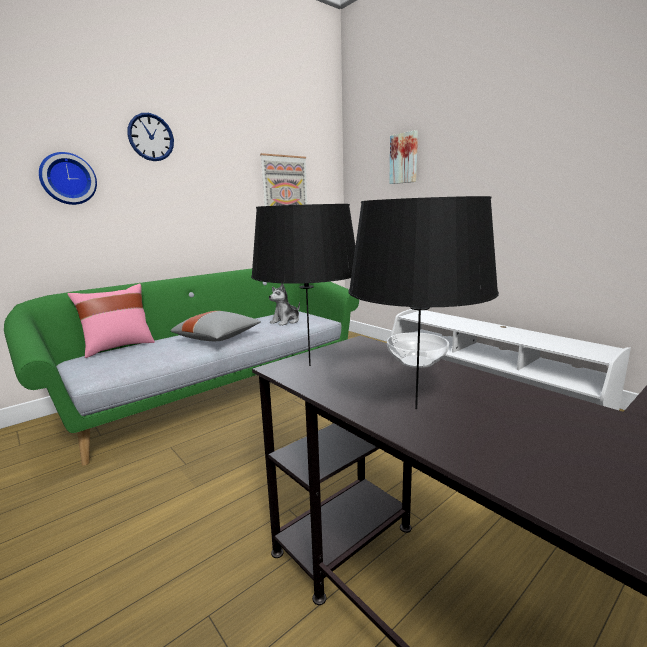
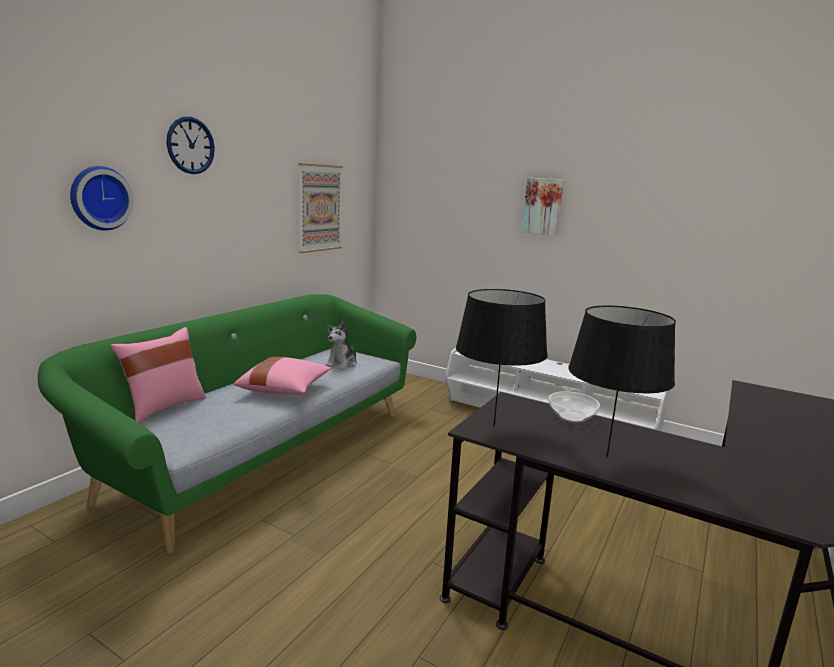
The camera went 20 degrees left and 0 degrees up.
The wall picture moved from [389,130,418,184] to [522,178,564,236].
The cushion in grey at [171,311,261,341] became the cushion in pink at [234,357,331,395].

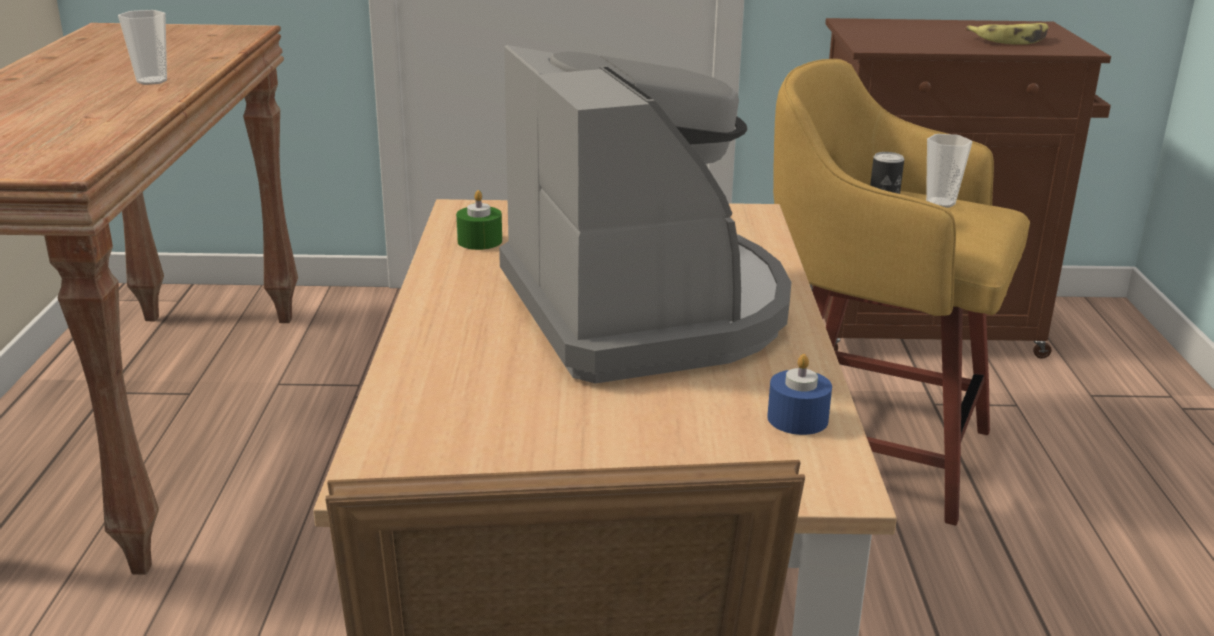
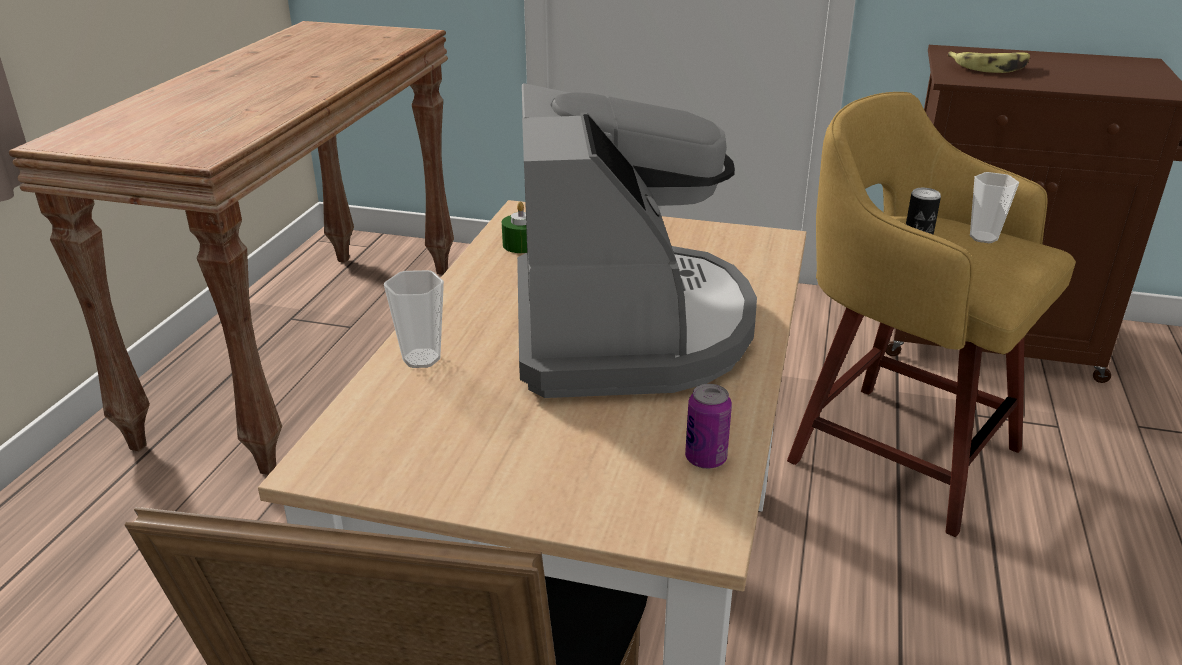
The camera went 15 degrees right and 5 degrees up.
The small cup moved from [118,10,167,85] to [384,270,444,368].
The banana fruit moved from [966,23,1048,44] to [947,51,1030,73].
The wax light in bluish at [767,354,832,435] was replaced by the sealed can at [685,384,732,469].

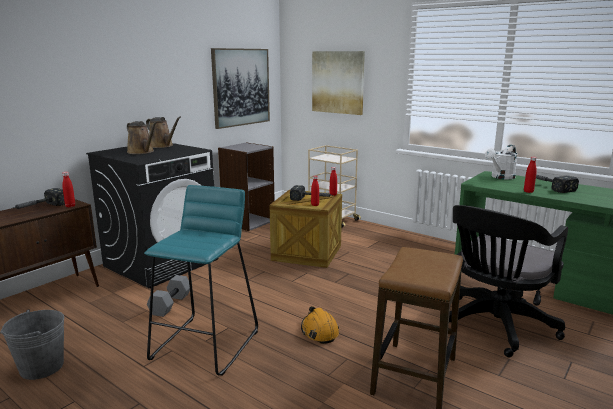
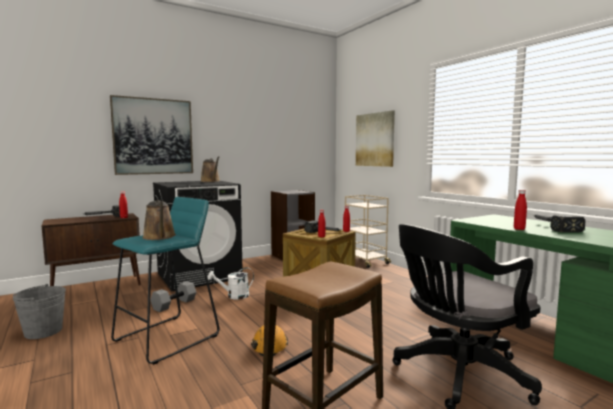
The camera went 20 degrees right and 10 degrees down.
The watering can in brownish moved from [127,121,157,154] to [142,201,176,240].
The wall picture moved from [211,48,270,129] to [110,95,193,175].
The watering can in white moved from [485,145,518,179] to [207,268,254,299].

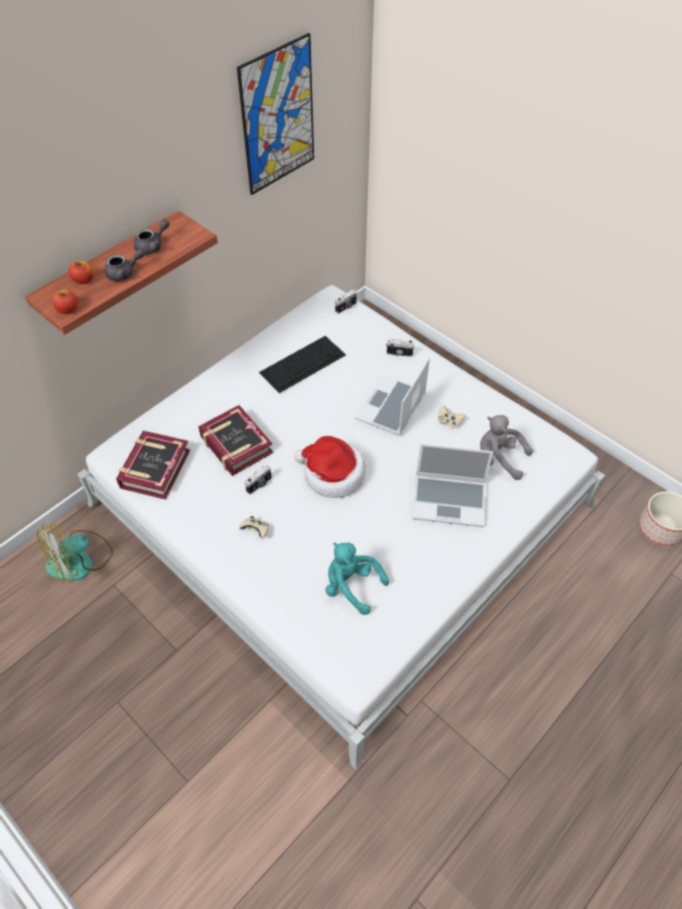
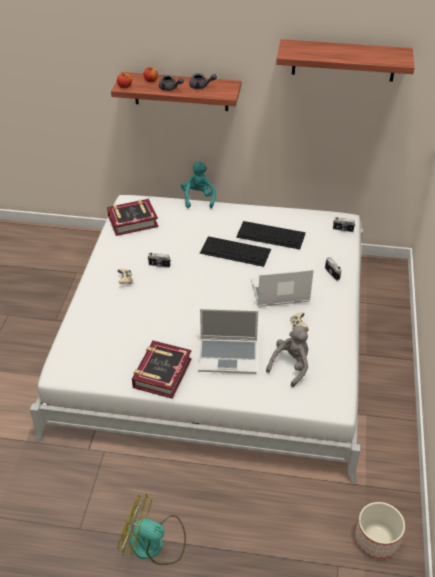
The camera went 55 degrees right and 10 degrees down.
The clothing hat at [294,436,366,498] disappeared.
The keyboard at [200,236,271,267] appeared.
The electric fan moved from [37,523,113,583] to [117,493,186,565].
The bound book moved from [198,405,273,476] to [132,341,192,399].
The soft toy in blue-green moved from [326,543,389,615] to [181,162,216,209].
The wall picture at [237,33,314,195] was replaced by the wall shelf at [276,39,415,82].
The laptop at [412,444,493,527] turned 60 degrees counterclockwise.
The soft toy in grey at [480,415,533,480] turned 45 degrees clockwise.

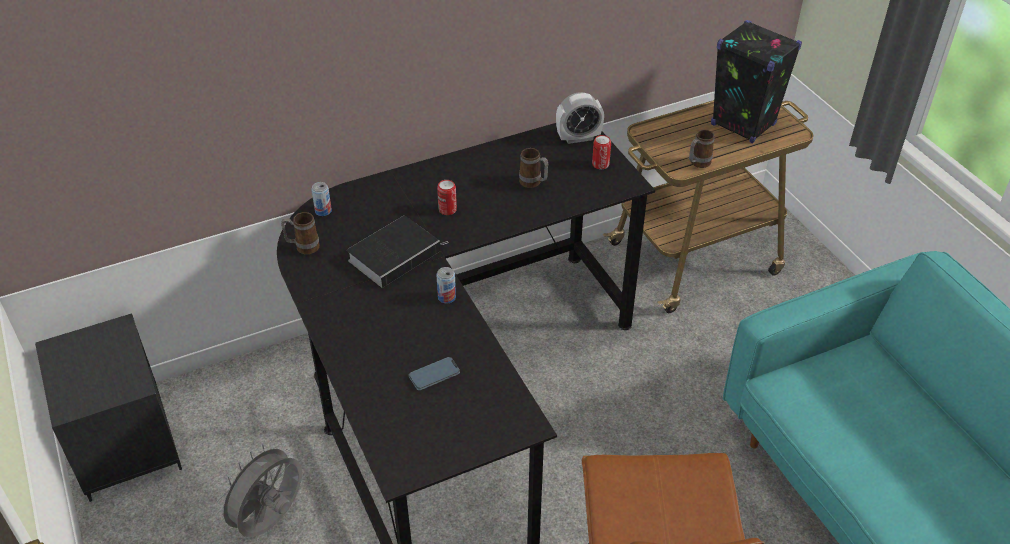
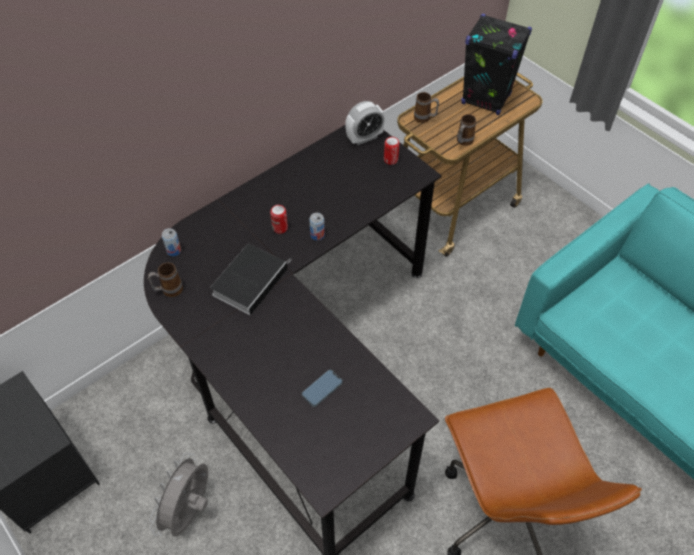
The camera went 15 degrees left and 10 degrees up.
The sealed can moved from [436,267,456,304] to [309,213,325,241].
The coffee mug moved from [519,148,548,188] to [414,92,439,123].

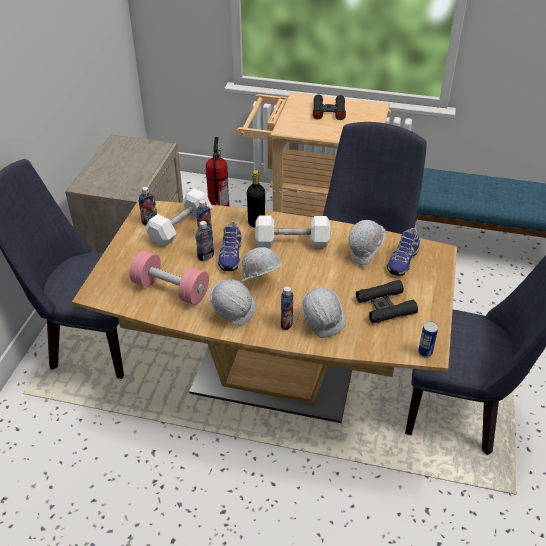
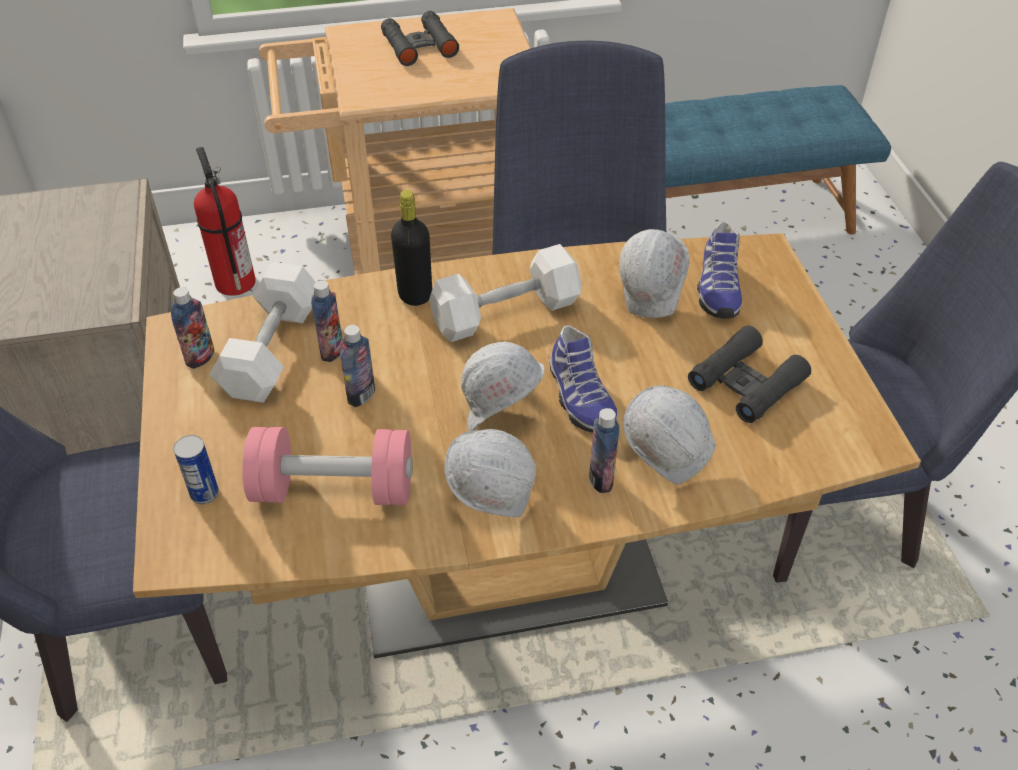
The camera went 25 degrees left and 5 degrees up.
The shoe moved from [218,221,241,271] to [550,325,617,433].
The sealed can moved from [418,321,438,358] to [174,435,219,504].

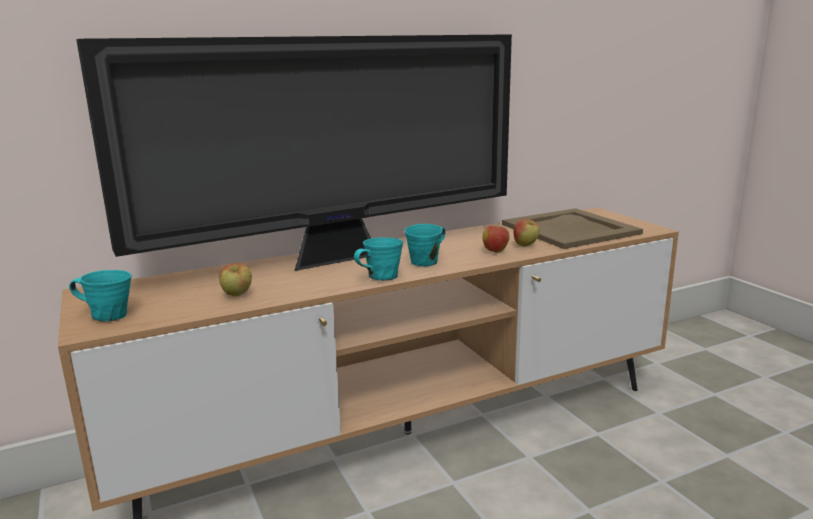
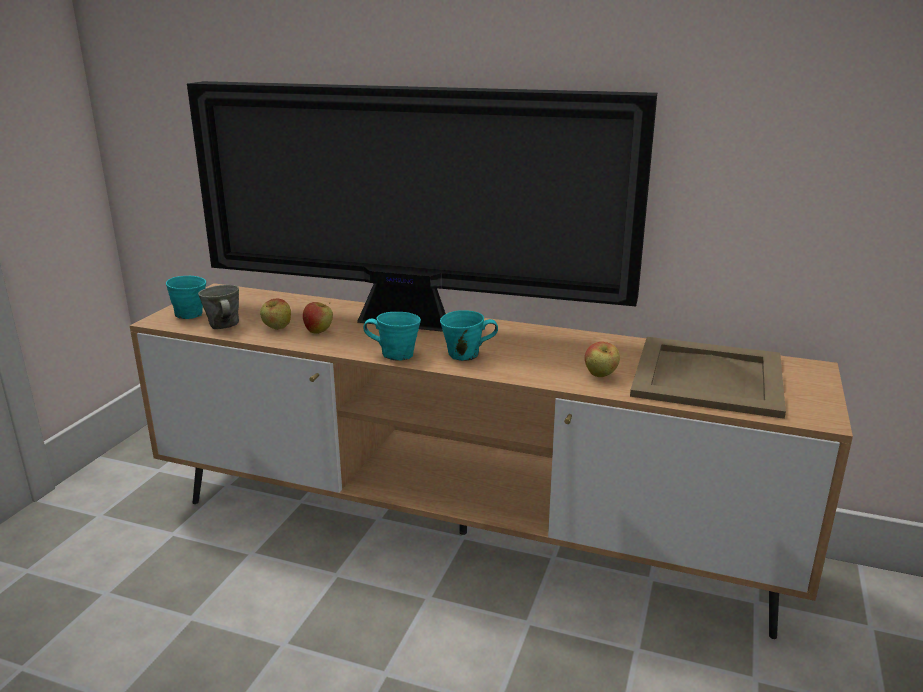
The camera went 45 degrees right and 5 degrees up.
The coffee mug in grey at [198,285,239,329] appeared.
The whole apple moved from [482,223,510,253] to [303,302,333,334].

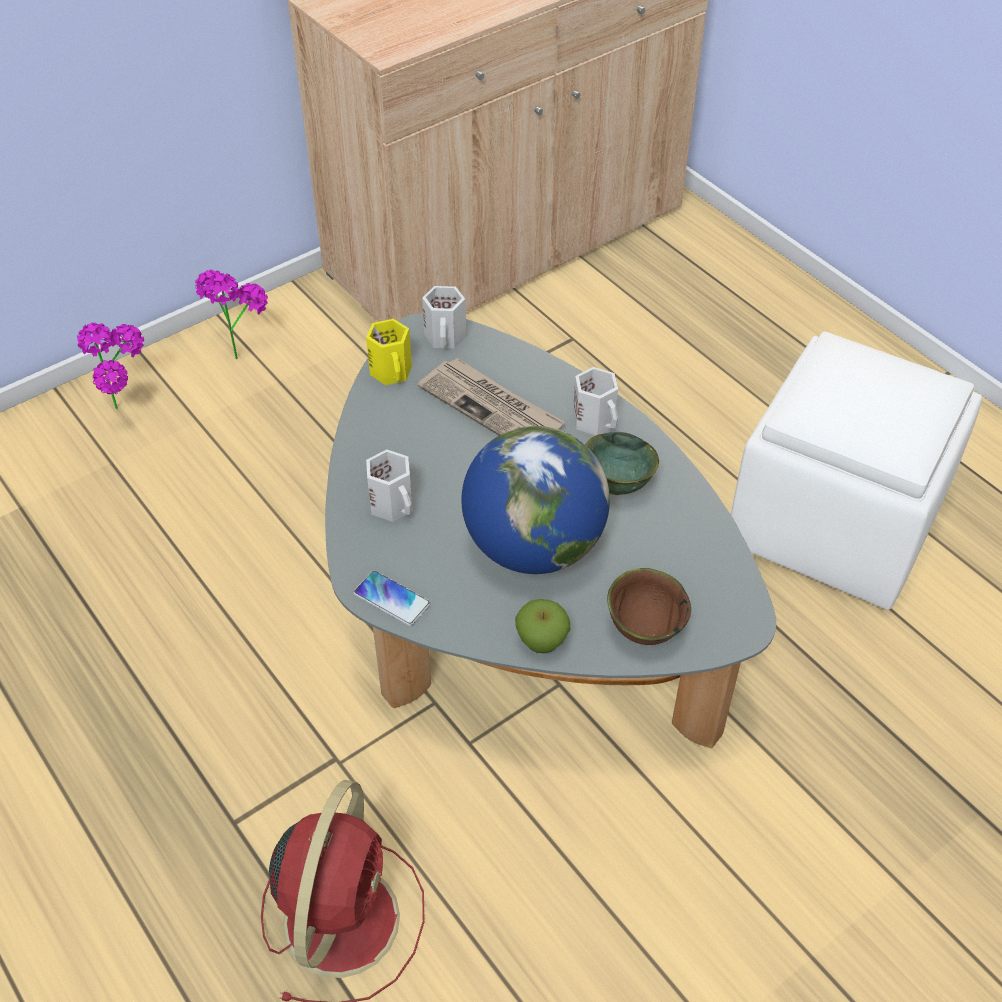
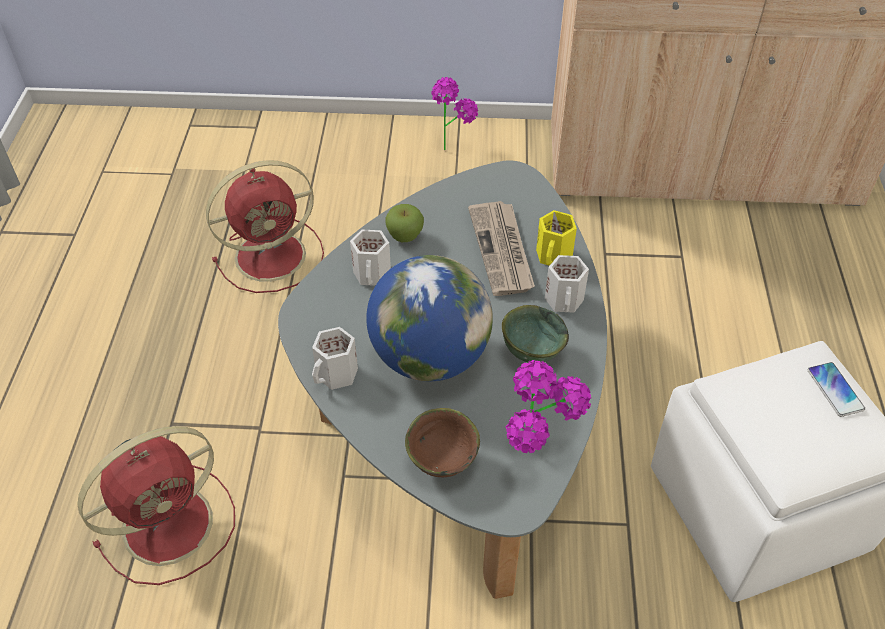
The camera went 40 degrees right and 0 degrees up.
The electric fan in red at [206,160,324,293] appeared.
The houseplant moved from [77,323,144,409] to [505,360,591,453].
The handset moved from [354,571,430,626] to [808,362,865,417].
The coffee mug in yellowish moved from [366,319,412,385] to [536,210,577,266].
The coffee mug in white moved from [422,286,466,349] to [312,327,358,390].
The whole apple moved from [515,599,570,654] to [385,204,424,242].

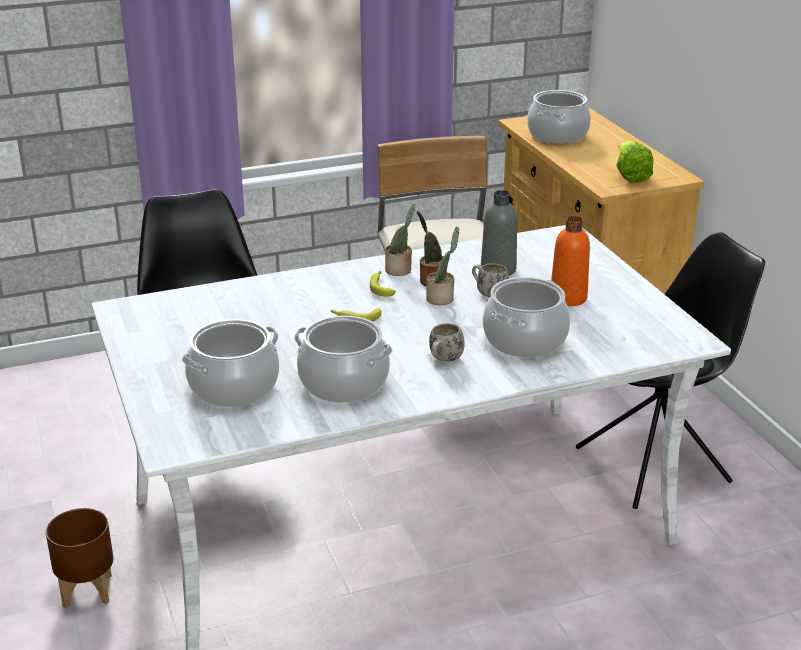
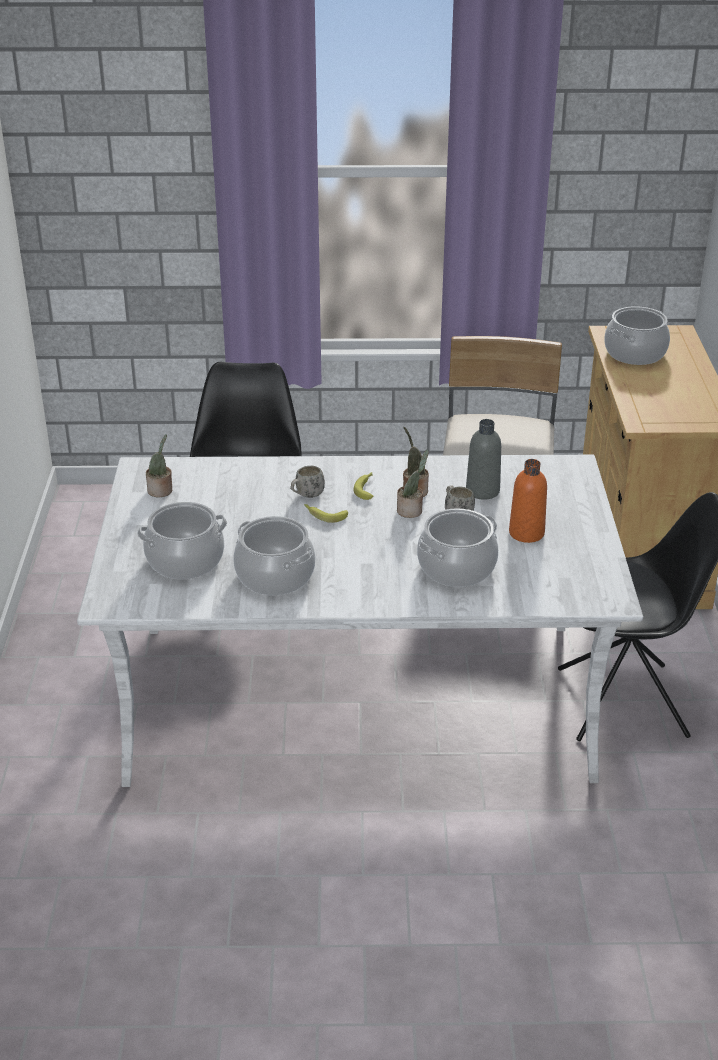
The camera went 20 degrees right and 5 degrees up.
The flower pot in brownish at [46,508,113,608] disappeared.
The lettuce head at [616,140,653,183] disappeared.
The houseplant moved from [385,204,416,276] to [146,434,172,497].
The coffee mug in white moved from [429,323,465,362] to [290,466,325,498].

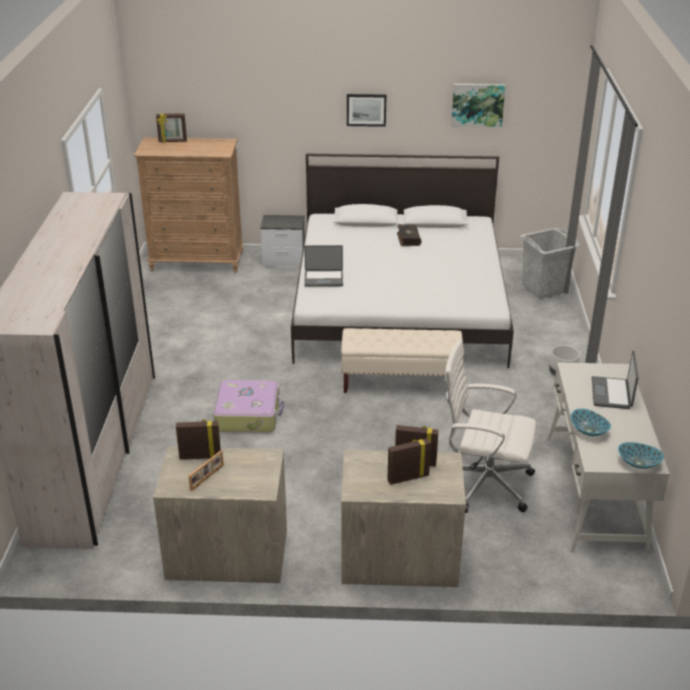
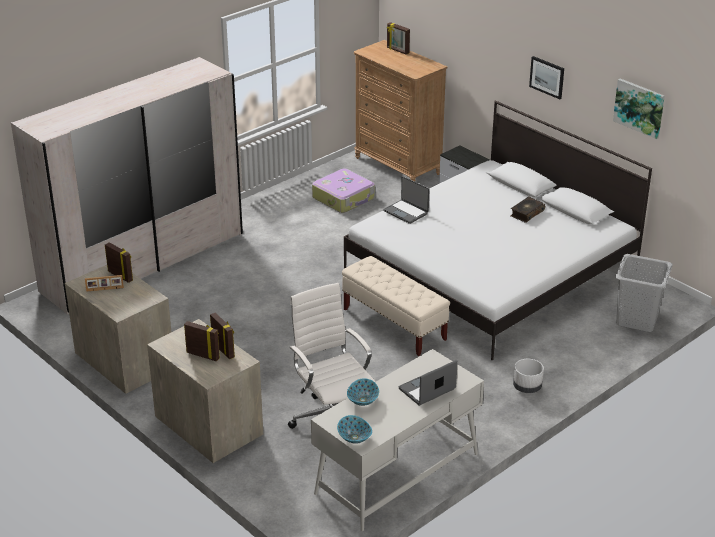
The camera went 45 degrees right and 0 degrees up.
The suitcase moved from [213,380,284,433] to [312,168,375,213].

